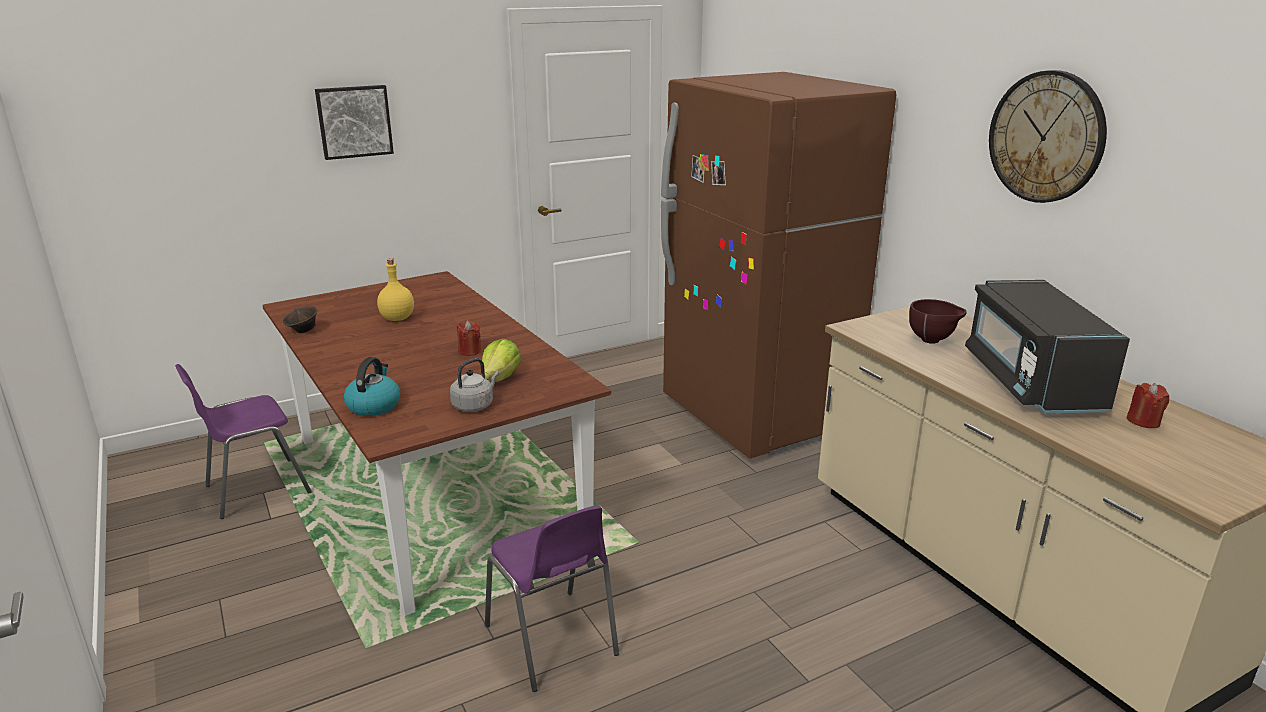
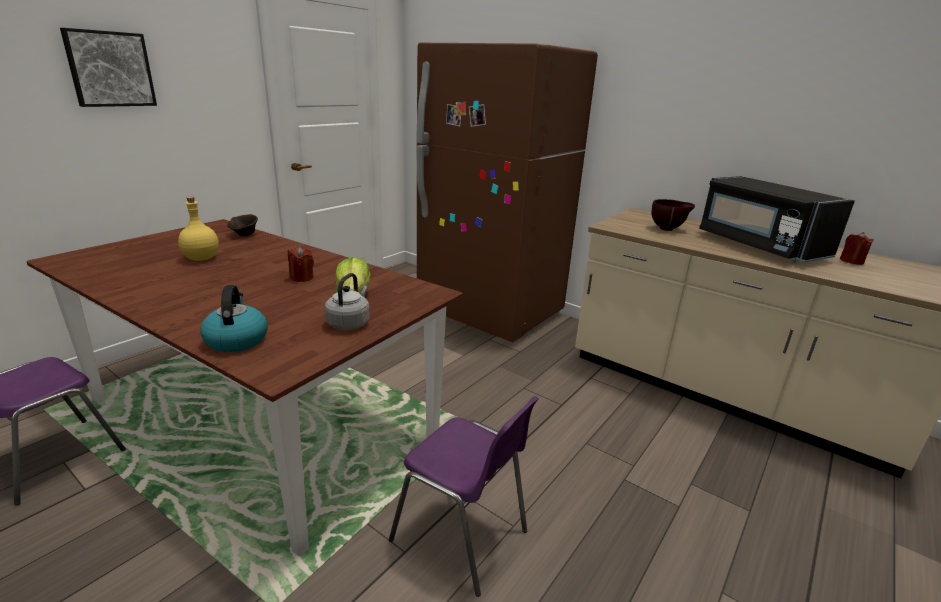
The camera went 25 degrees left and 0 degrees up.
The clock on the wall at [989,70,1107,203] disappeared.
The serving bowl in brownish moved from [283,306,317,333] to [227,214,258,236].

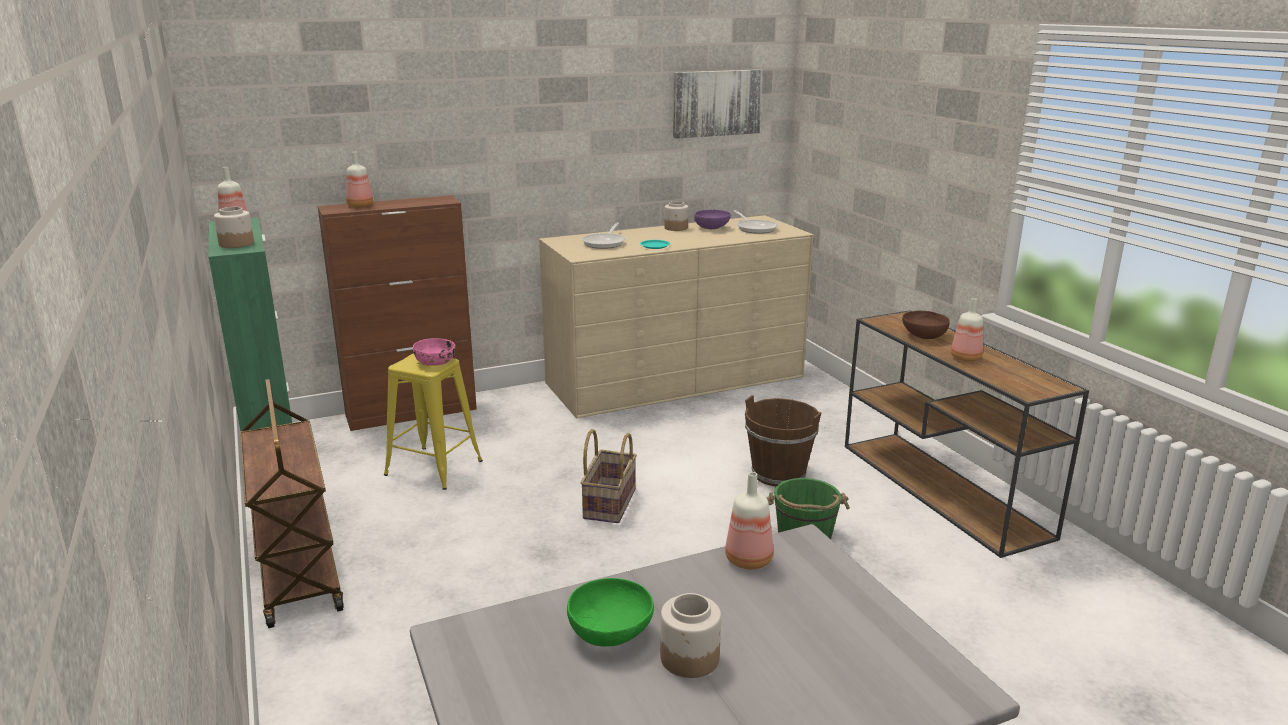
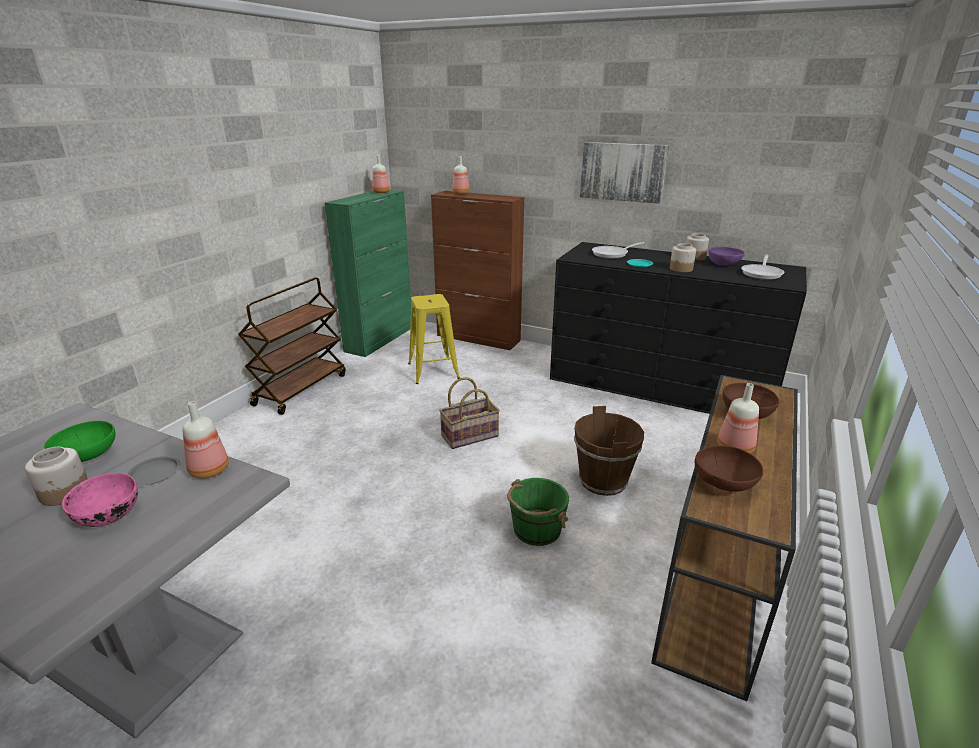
The camera went 50 degrees right and 5 degrees up.
The flat dish in grey at [127,456,180,485] appeared.
The serving bowl in brownish at [695,446,763,492] appeared.
The storage jar moved from [214,207,254,248] to [670,243,696,272].
The serving bowl in pink moved from [413,338,455,366] to [62,473,138,527].
The wall picture moved from [673,69,763,139] to [580,142,669,204].
The drawer chest in beige-coloured at [539,215,814,418] became the drawer chest in black-coloured at [550,242,807,414].

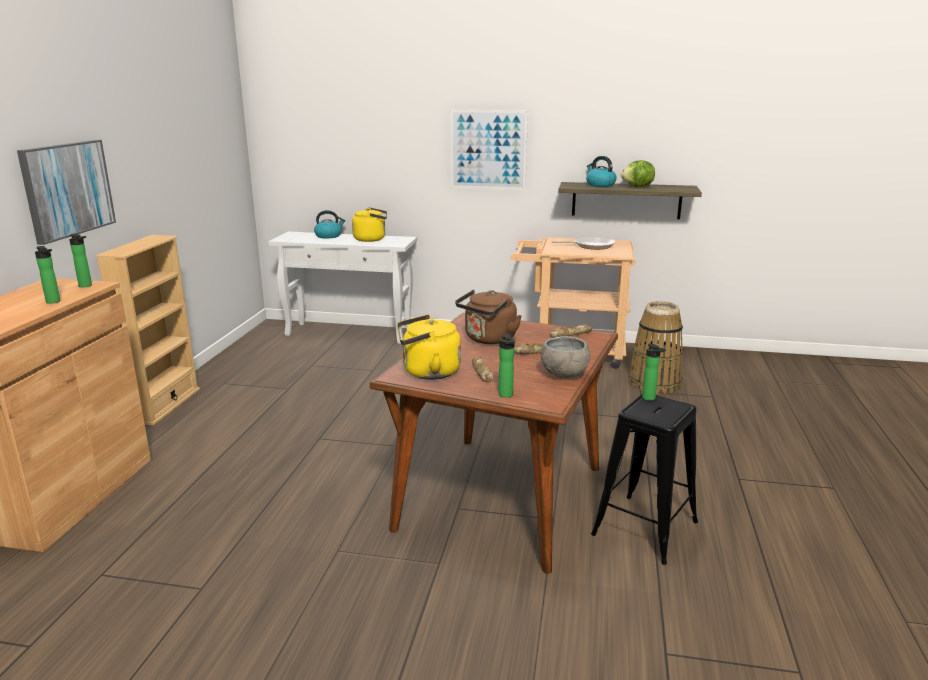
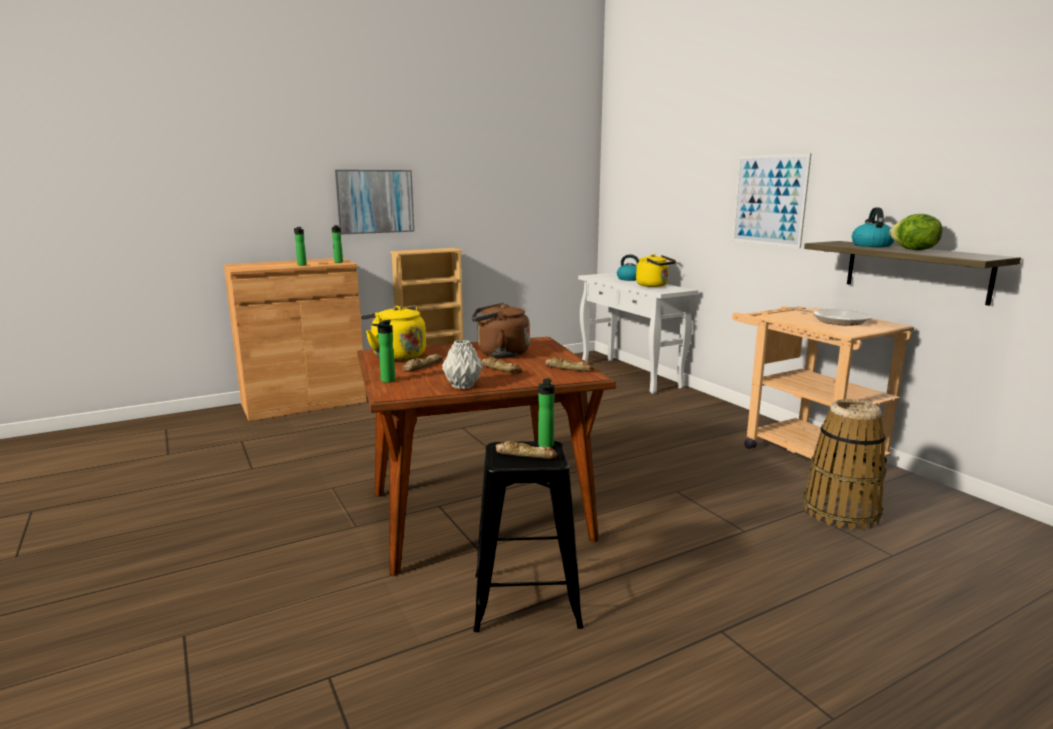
The camera went 50 degrees right and 5 degrees down.
The bakery bread at [496,441,557,459] appeared.
The serving bowl in grey at [541,336,590,379] was replaced by the flower vase in grey at [442,340,483,389].

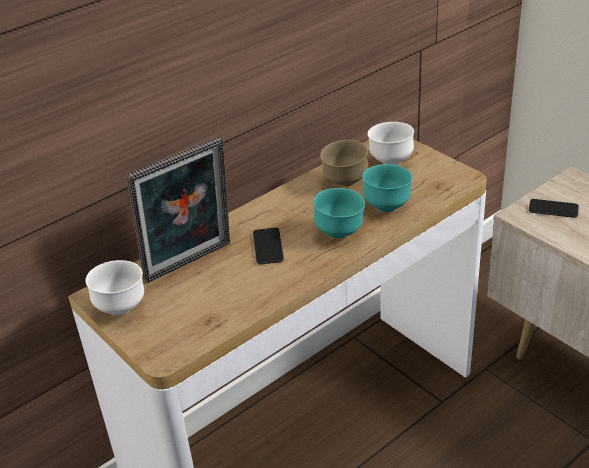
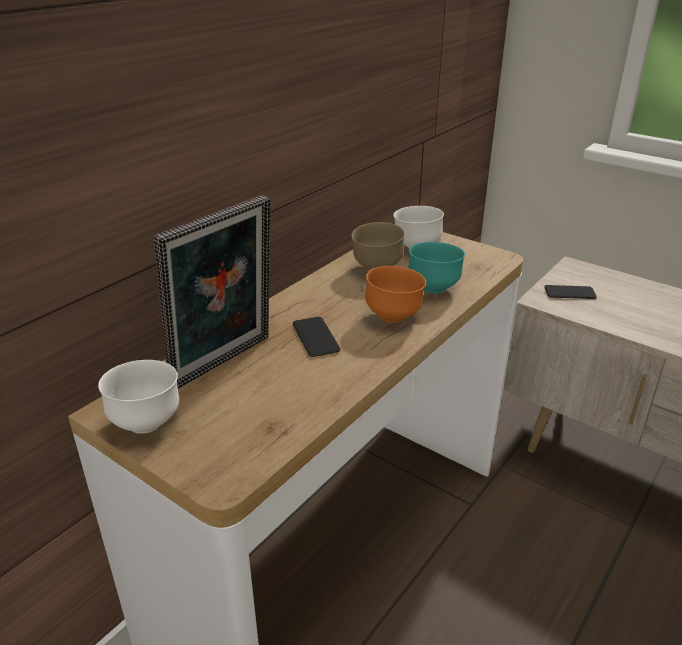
The camera went 15 degrees left and 5 degrees down.
The serving bowl in blue-green at [314,188,365,238] became the serving bowl in orange-coloured at [365,266,426,323].

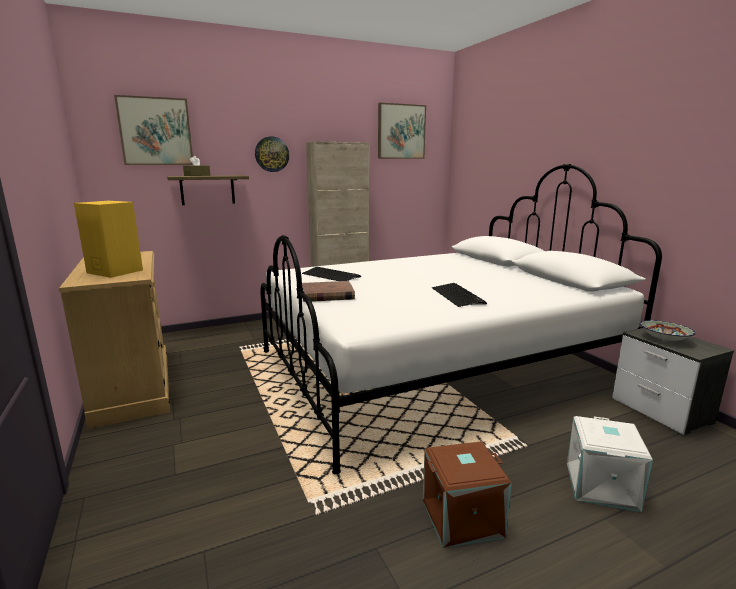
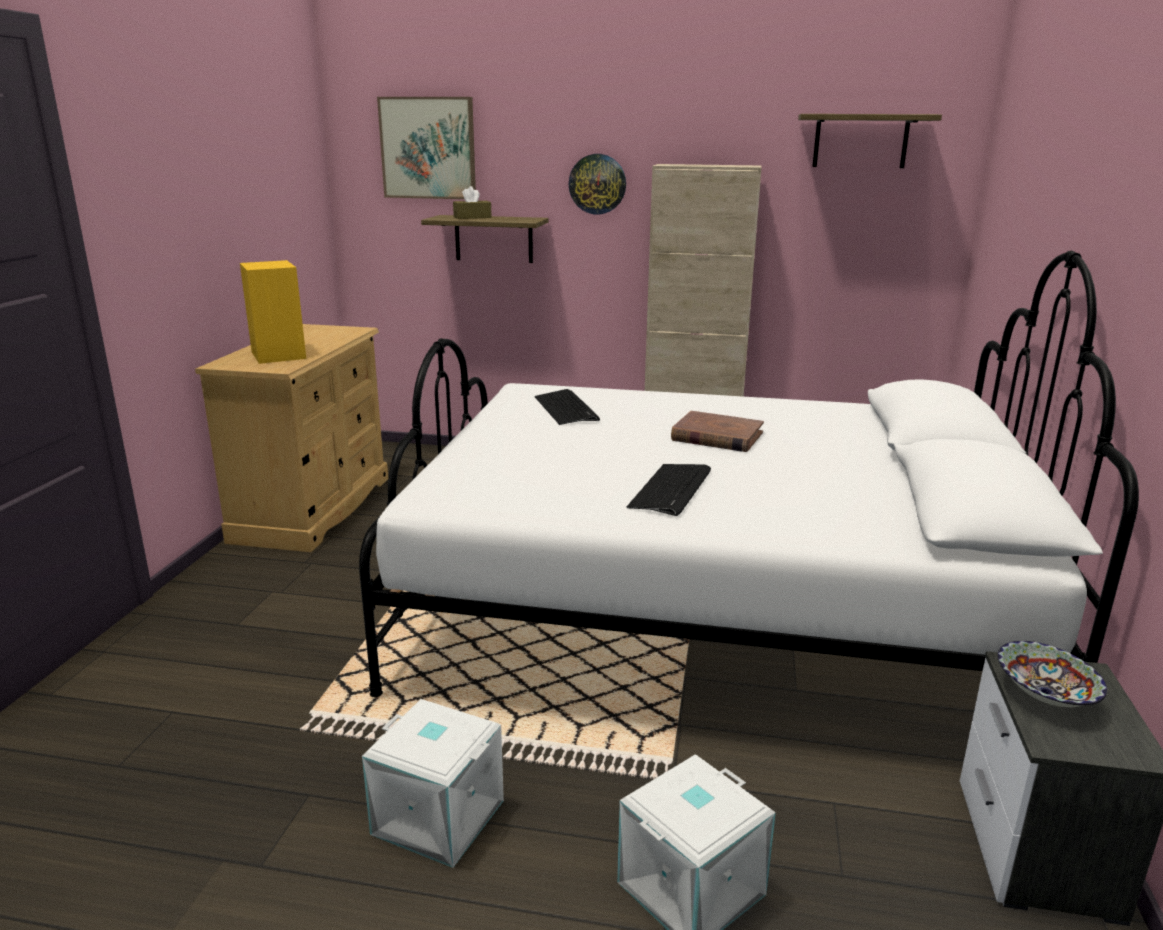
The camera went 35 degrees right and 5 degrees up.
The bound book in brownish moved from [302,281,355,302] to [671,411,764,452].
The wall picture at [378,103,426,159] was replaced by the wall shelf at [798,114,942,168].
The storage container in brownish at [423,441,512,548] became the storage container in white at [362,699,504,868].

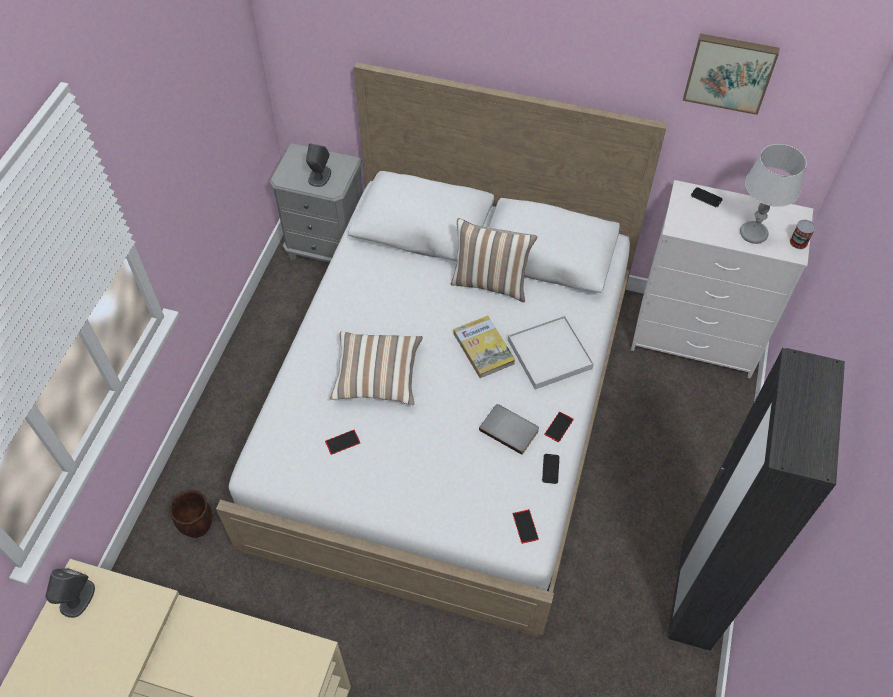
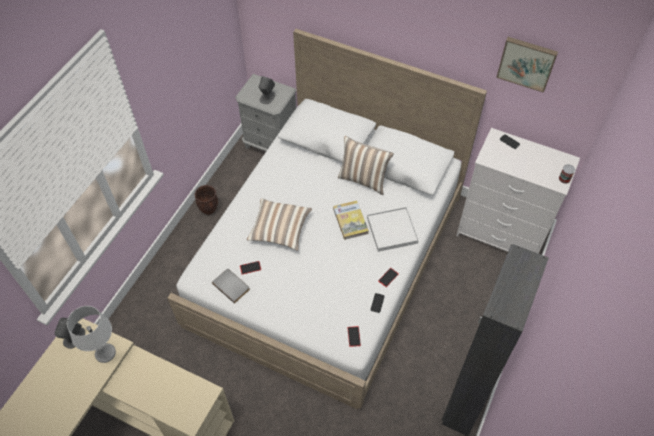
The camera went 10 degrees right and 0 degrees up.
The flower pot in brownish moved from [169,490,213,538] to [195,185,218,215].
The bound book in grey moved from [479,404,539,455] to [212,269,250,304].
The tabletop lamp in grey moved from [740,144,806,244] to [67,306,116,363].

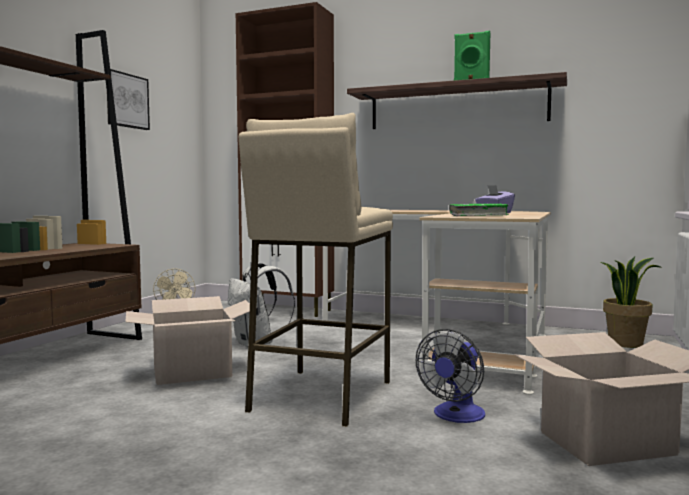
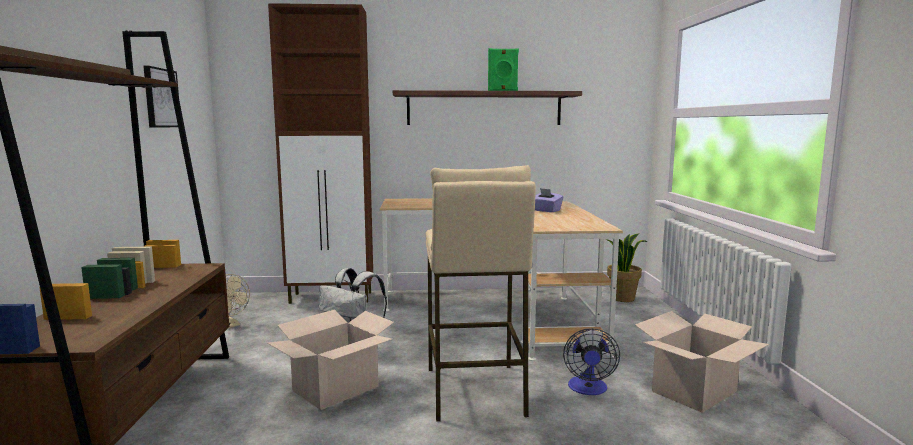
The camera went 25 degrees left and 5 degrees up.
The bound book in green at [449,204,509,216] disappeared.

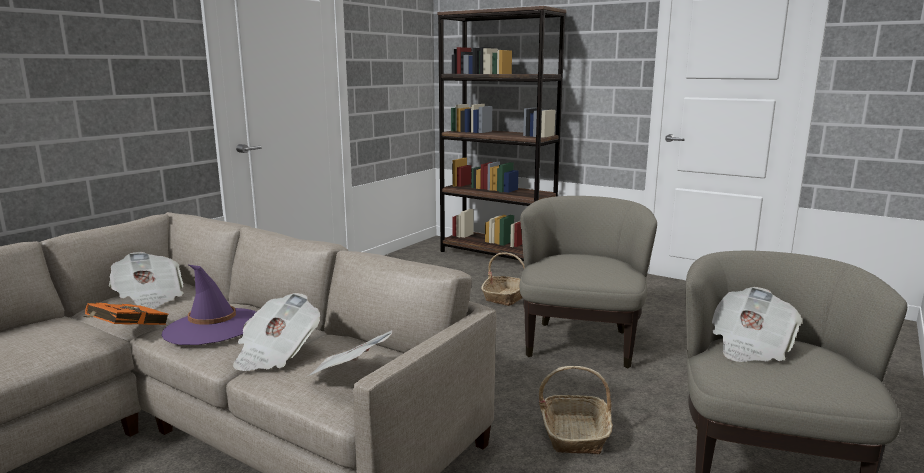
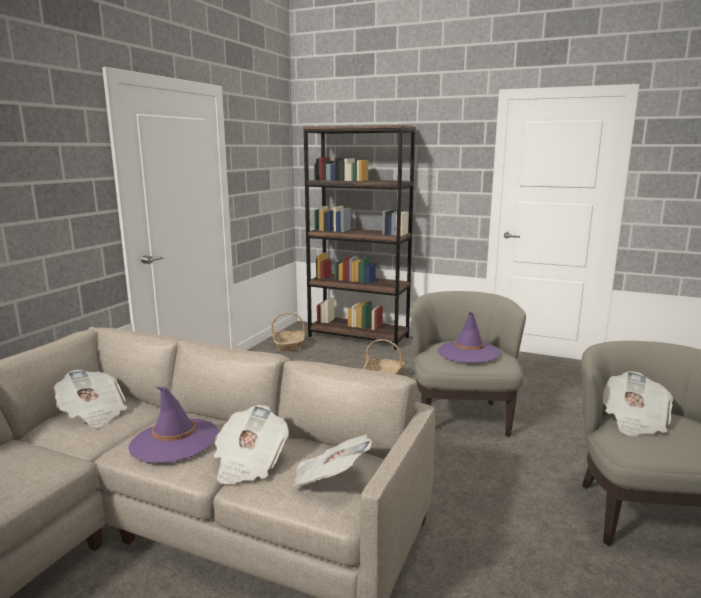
The camera went 10 degrees left and 0 degrees up.
The bound book in orange-coloured at [85,303,168,325] disappeared.
The clothing hat in purple at [437,312,500,363] appeared.
The storage basket moved from [539,366,613,454] to [271,313,305,351].

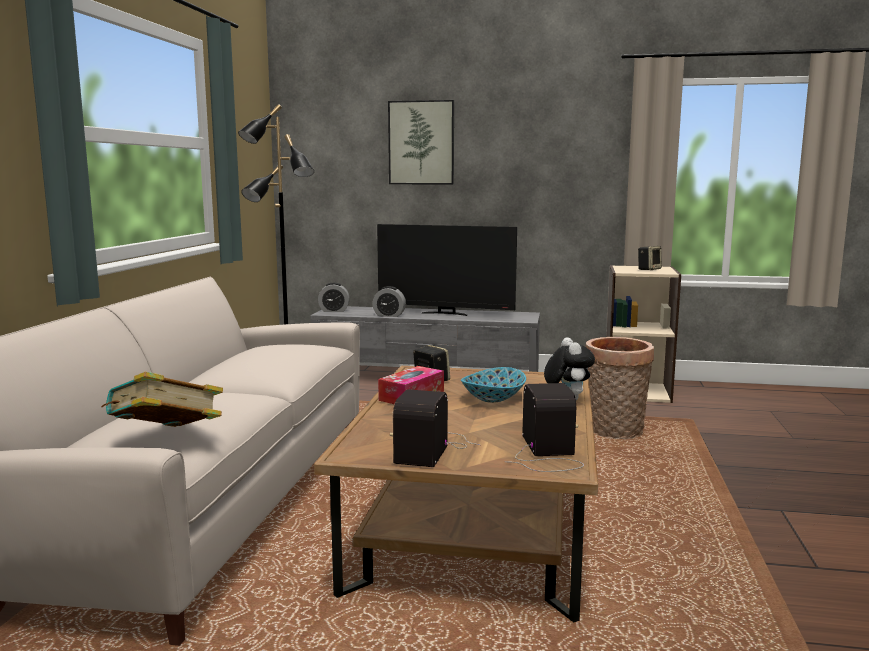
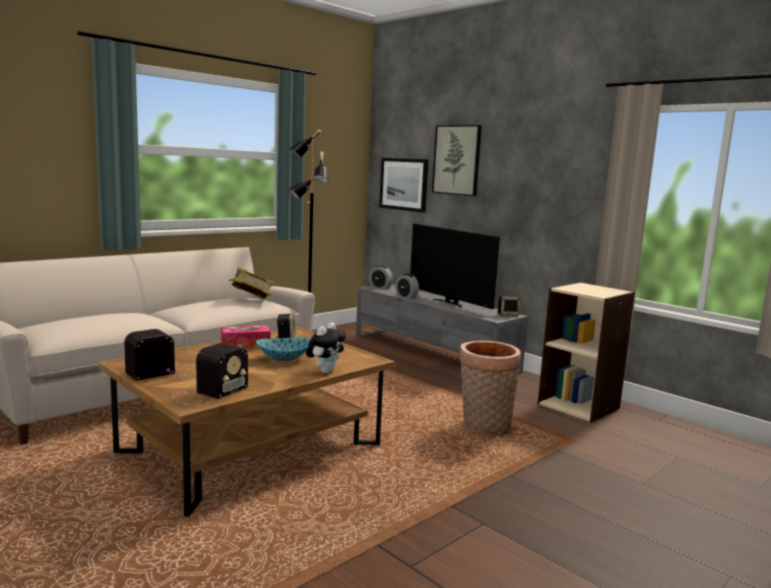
The camera went 35 degrees right and 0 degrees up.
The wall picture at [379,158,429,213] appeared.
The bound book moved from [101,371,223,427] to [229,267,276,299].
The speaker moved from [638,246,662,270] to [498,296,520,316].

